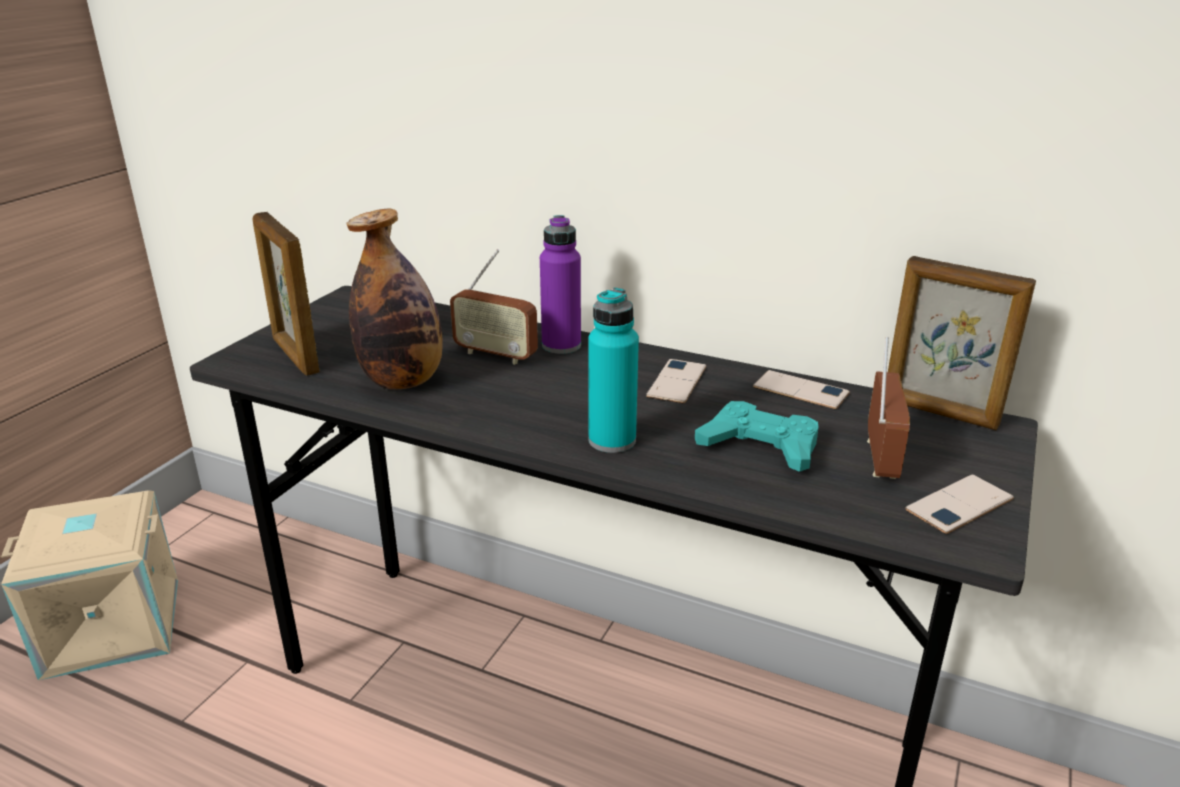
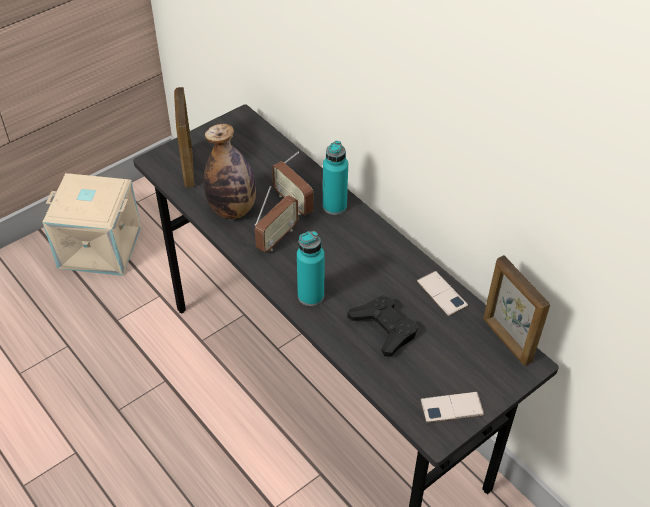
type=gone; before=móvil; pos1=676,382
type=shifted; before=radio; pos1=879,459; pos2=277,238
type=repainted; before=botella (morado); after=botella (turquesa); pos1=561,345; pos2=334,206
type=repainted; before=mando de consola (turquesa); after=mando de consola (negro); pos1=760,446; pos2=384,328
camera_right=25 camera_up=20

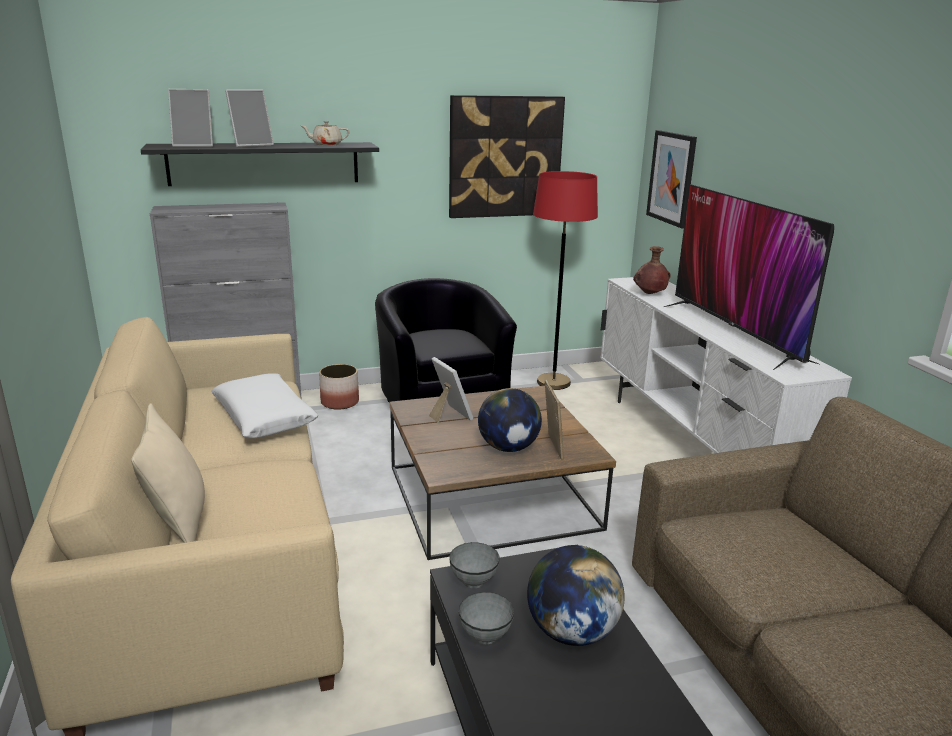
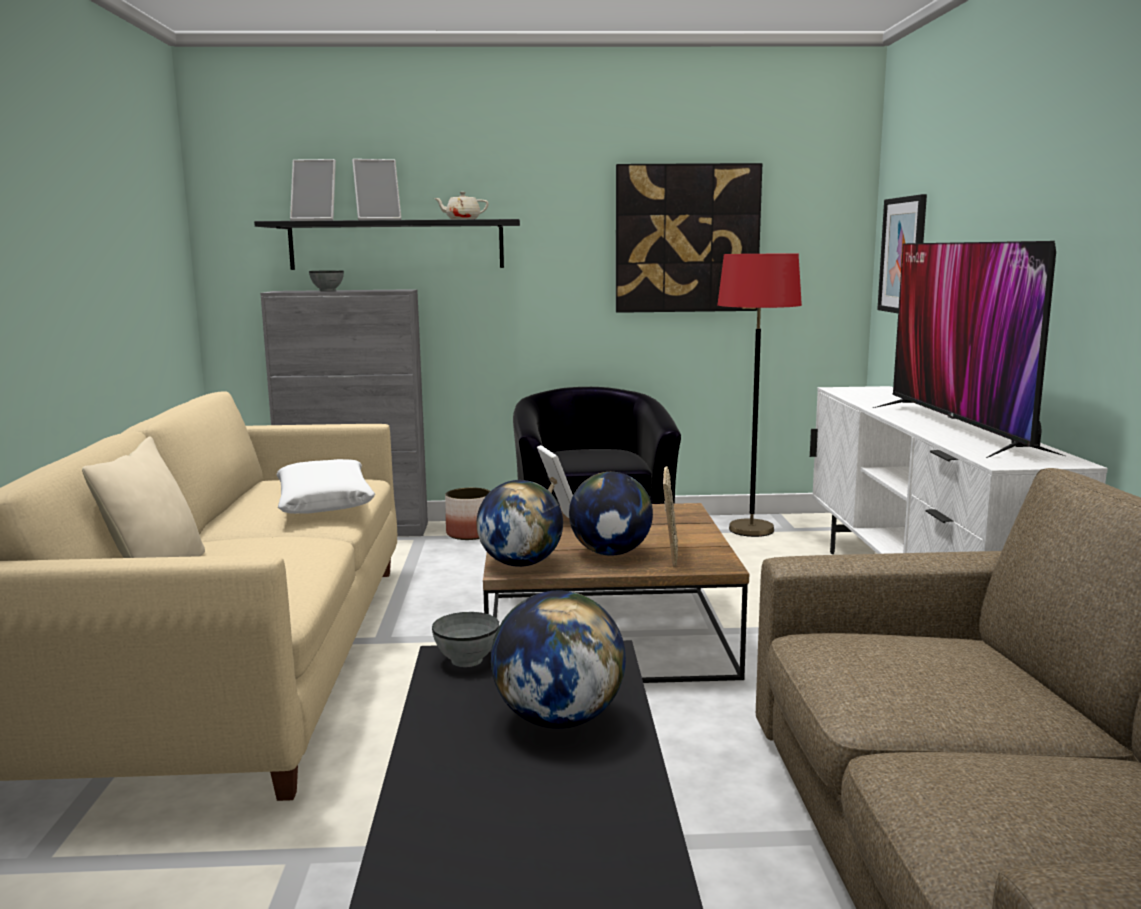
type=gone; before=florero (marrón); pos1=649,294
type=new; after=globo terráqueo; pos2=520,564
type=shifted; before=cuenco (gris); pos1=486,635; pos2=327,290
camera_right=15 camera_up=-10

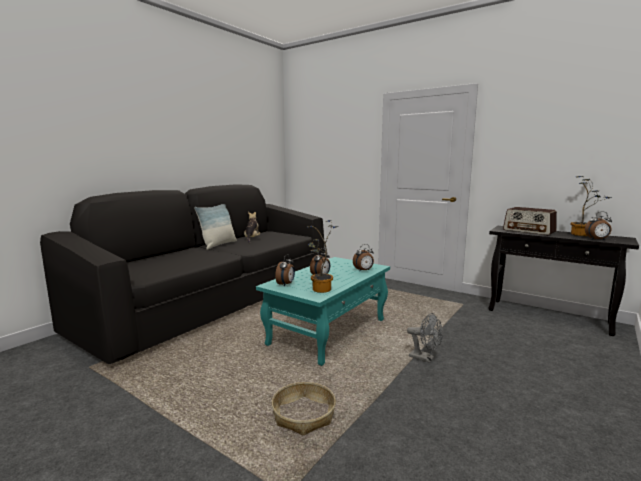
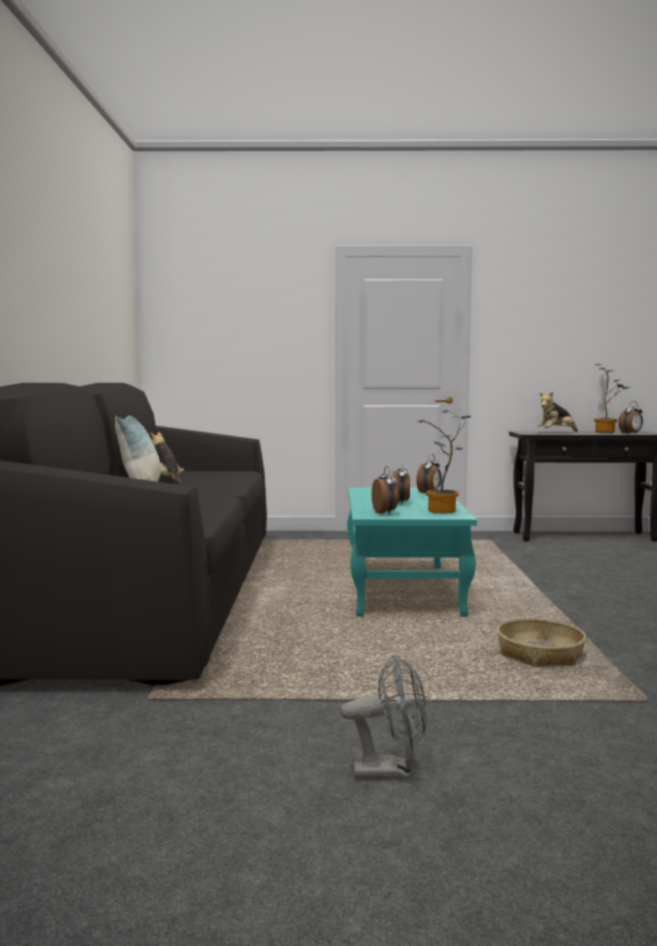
type=shifted; before=ventilador (gris); pos1=425,358; pos2=390,771
type=swapped; before=radio; after=peluche; pos1=529,231; pos2=556,432
camera_right=-35 camera_up=-5

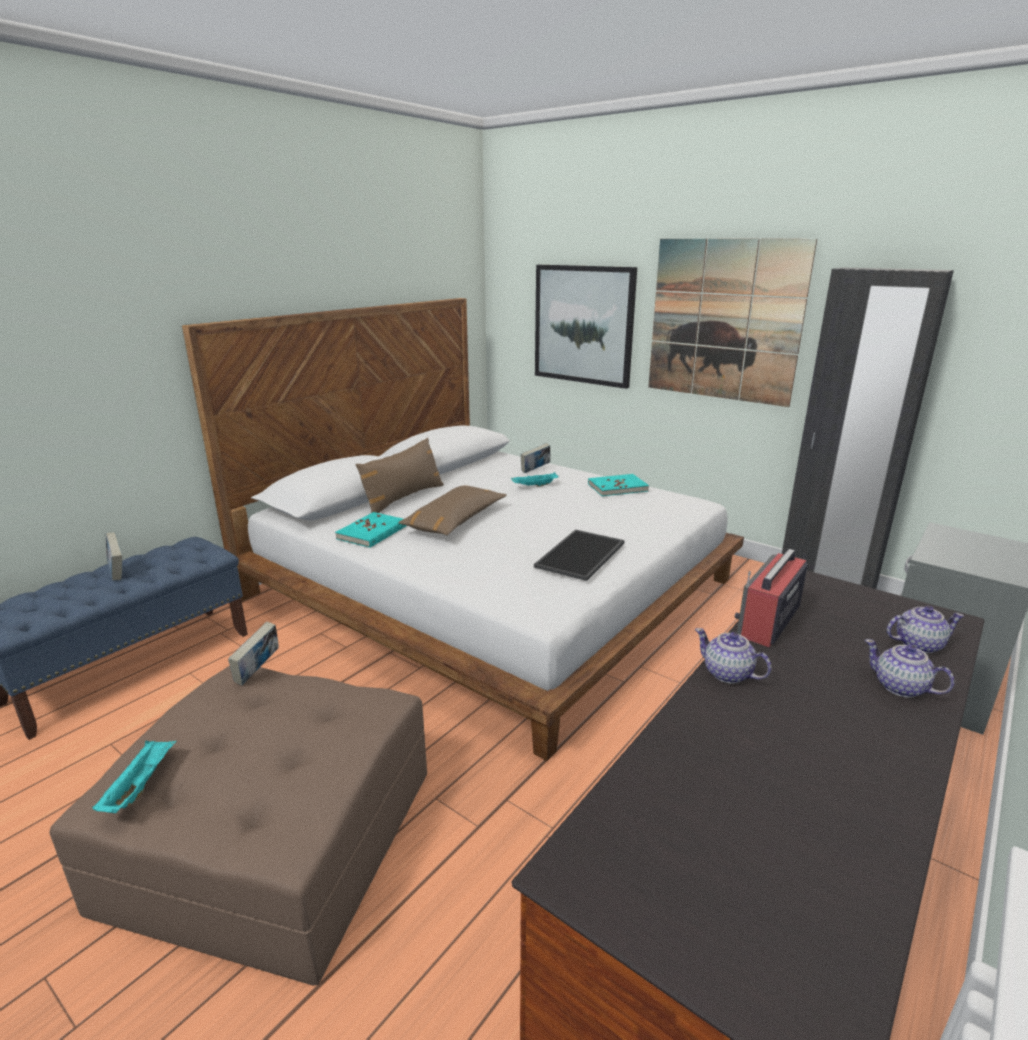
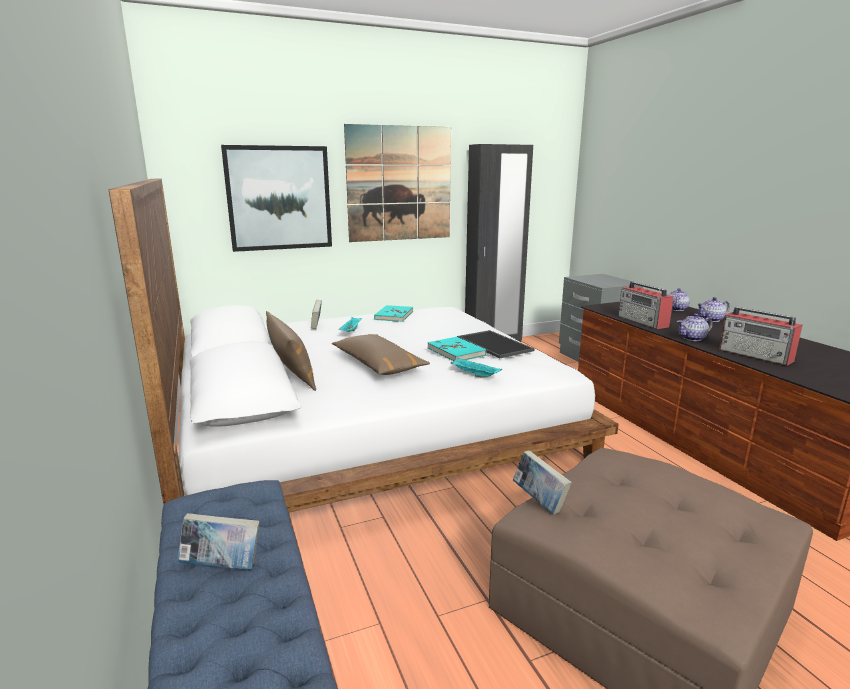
type=new; after=radio; pos2=756,355
type=shifted; before=bandeja (turquesa); pos1=140,786; pos2=474,375
type=shifted; before=libro (turquesa); pos1=372,532; pos2=456,352
camera_right=-60 camera_up=-5

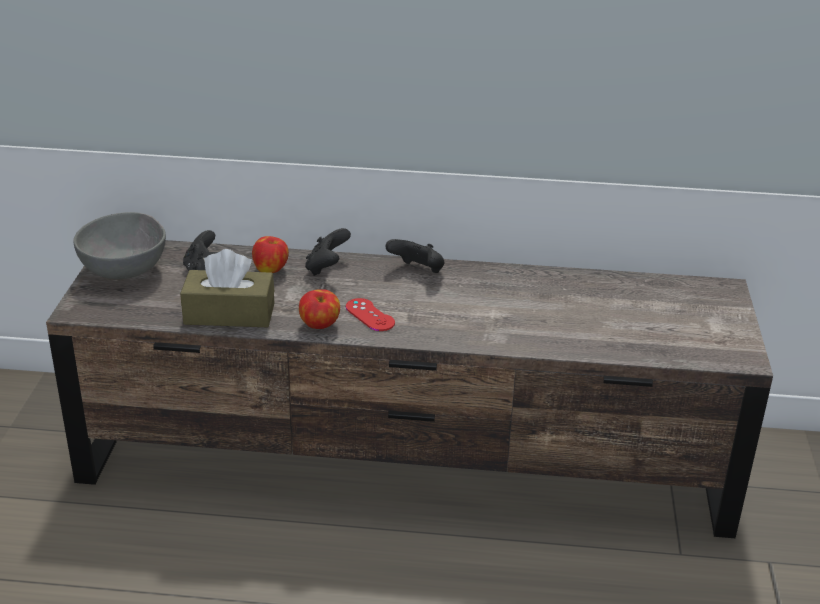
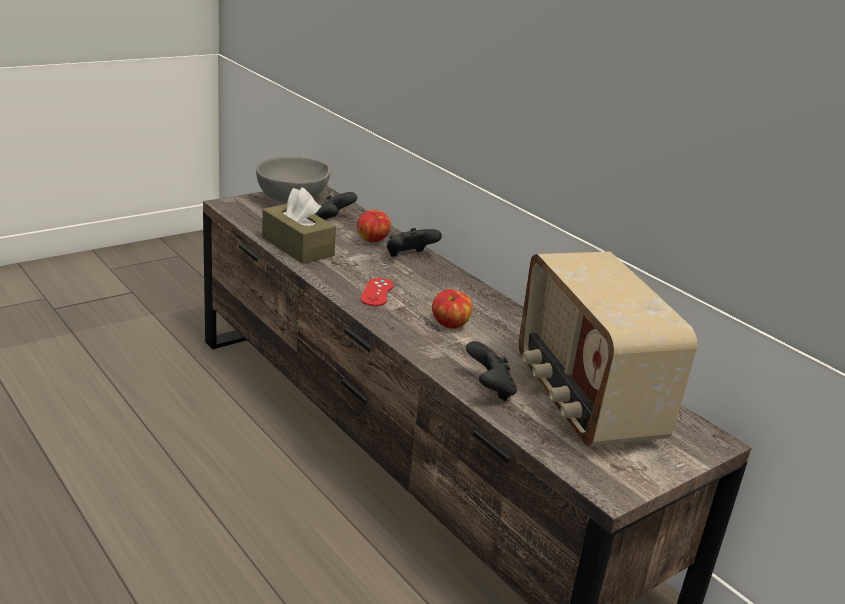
type=new; after=radio; pos2=583,401
type=shifted; before=manzana; pos1=320,325; pos2=449,325
type=shifted; before=mando de consola (negro); pos1=417,271; pos2=490,390
camera_right=45 camera_up=-5

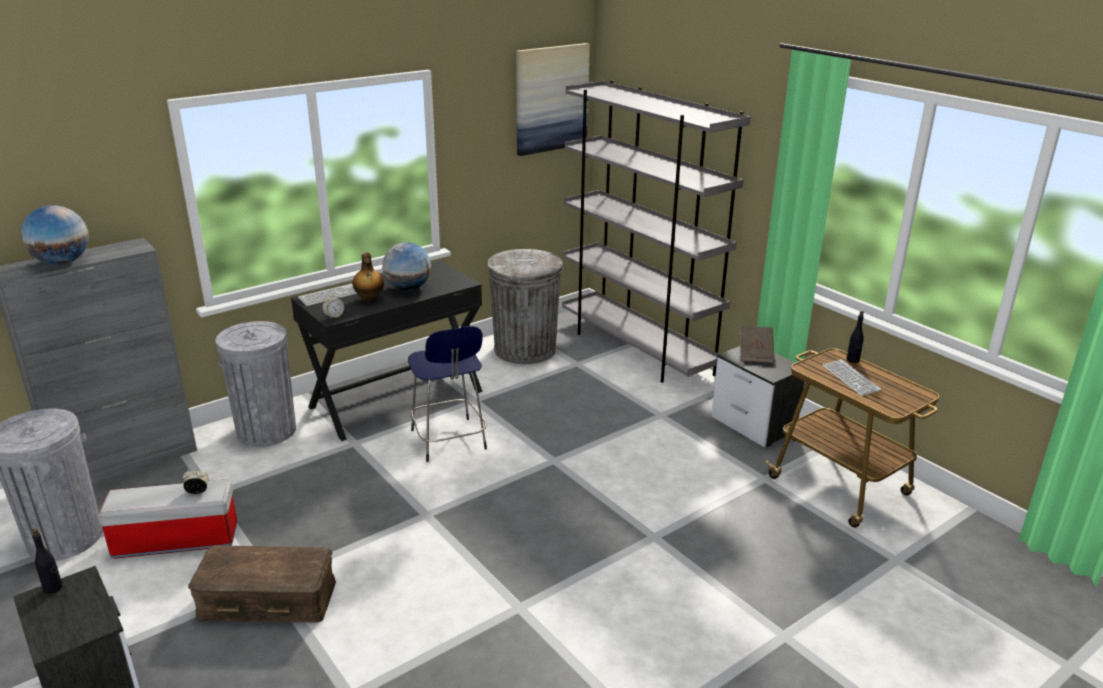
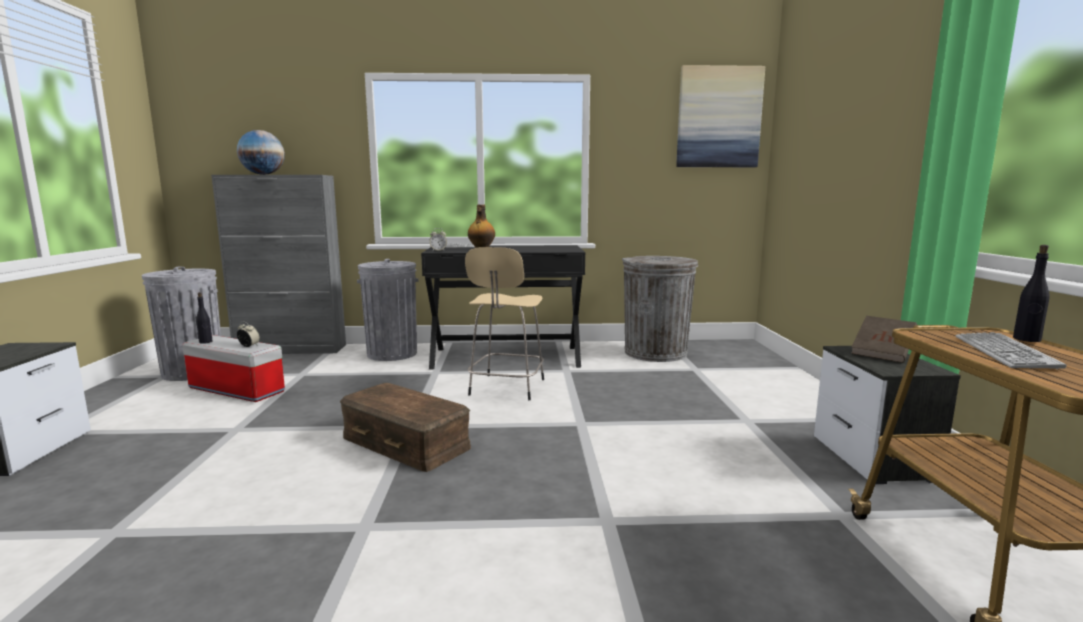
type=gone; before=globo terráqueo; pos1=408,289
type=gone; before=estantería (gris); pos1=637,350
type=shifted; before=botella (negro); pos1=53,588; pos2=205,342
type=shifted; before=caja de almacenaje (marrón); pos1=267,600; pos2=404,443
type=repainted; before=taburete (azul); after=taburete (beis); pos1=449,441; pos2=506,388
camera_right=35 camera_up=-15

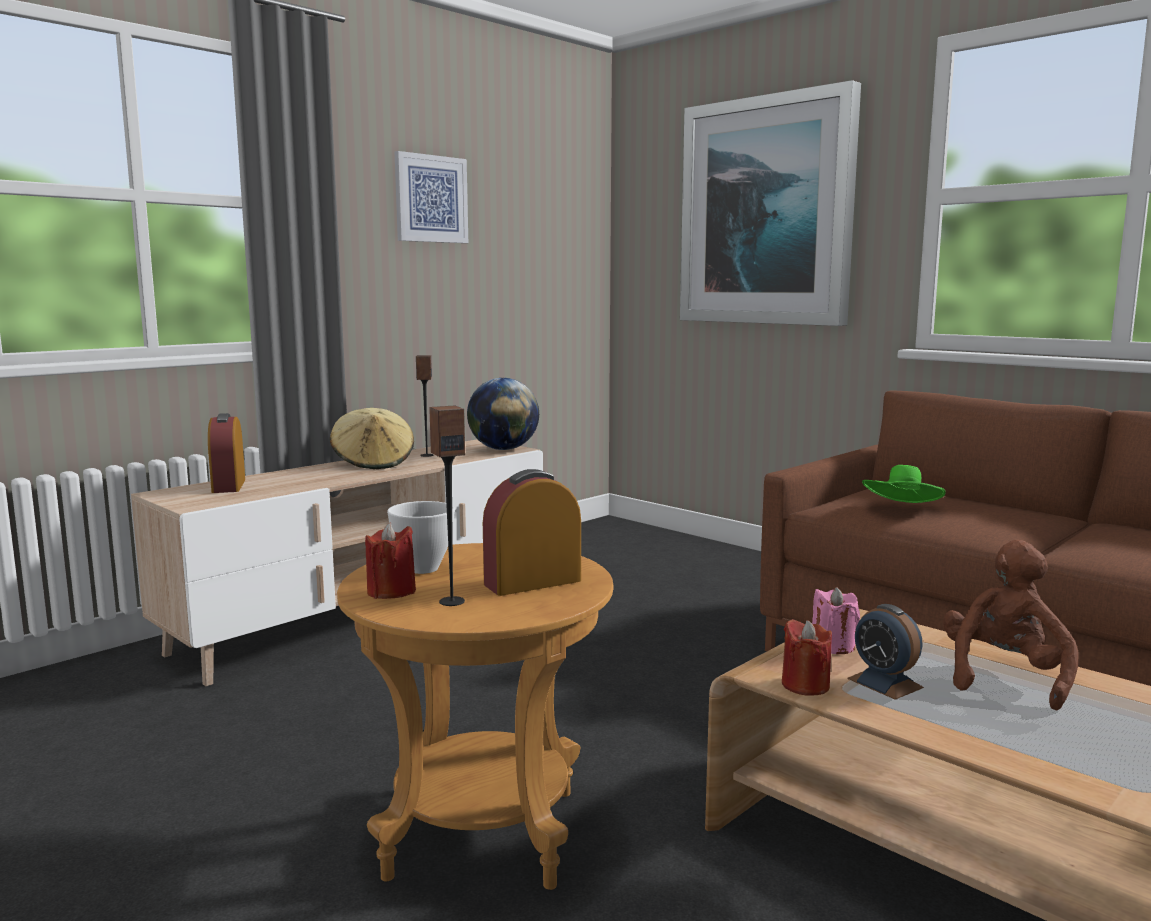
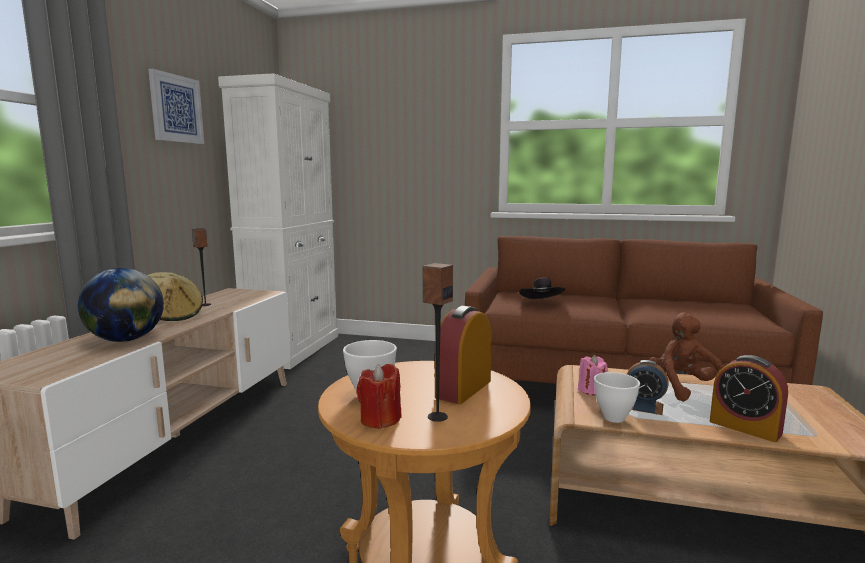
type=gone; before=cuadro; pos1=767,212
type=new; after=armario (blanco); pos2=293,349
type=shifted; before=despertador; pos1=228,486; pos2=745,427
type=shifted; before=globo terráqueo; pos1=503,449; pos2=126,340
type=swapped; before=vela (rojo); after=cuenco (blanco); pos1=805,685; pos2=613,418
type=repainted; before=sombrero (verde); after=sombrero (negro); pos1=902,509; pos2=542,303
camera_right=-30 camera_up=0

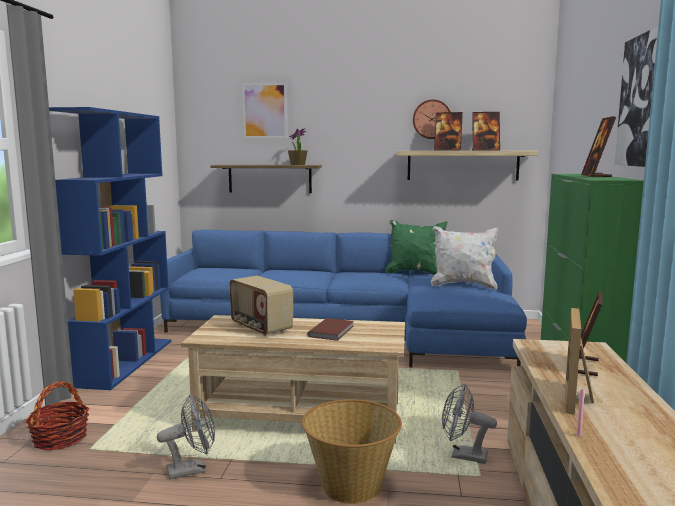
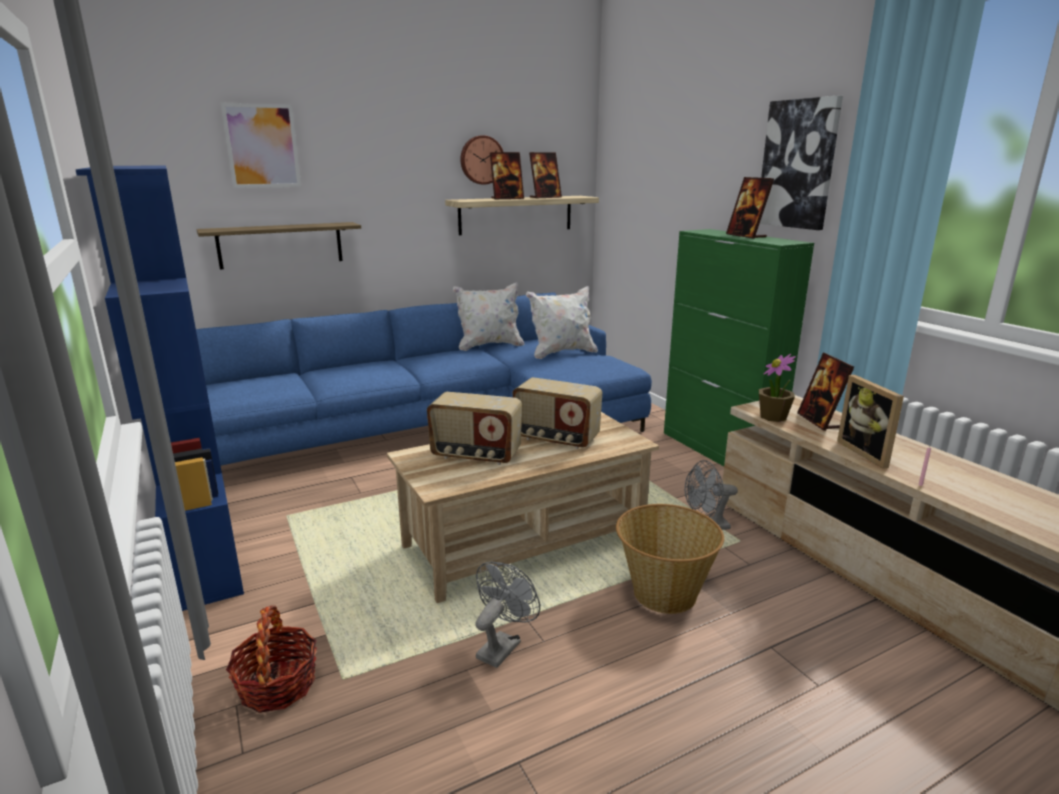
type=shifted; before=planta en maceta; pos1=297,165; pos2=773,417
type=swapped; before=libro (marrón); after=radio; pos1=332,331; pos2=556,439
type=repainted; before=cojín (verde); after=cojín (blanco); pos1=415,273; pos2=489,346
camera_right=-35 camera_up=10

